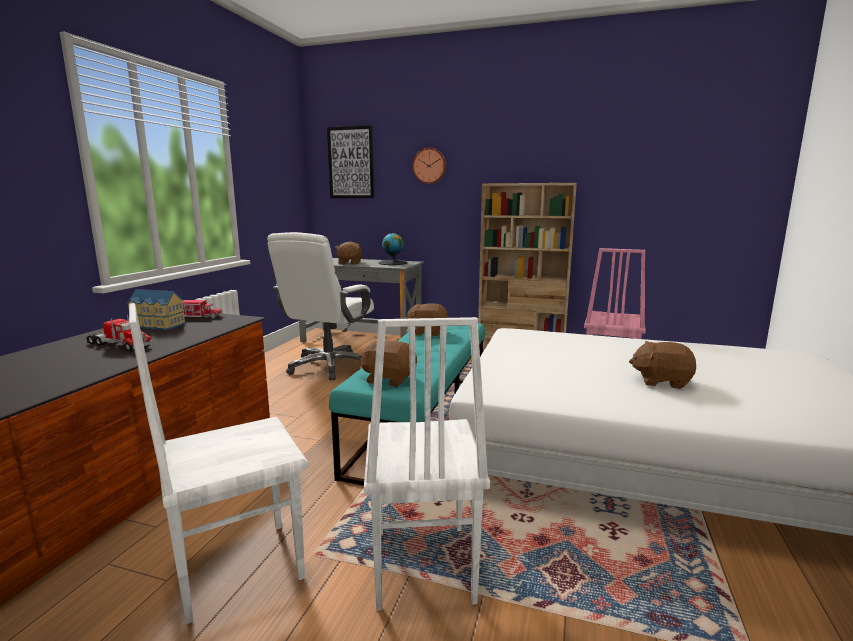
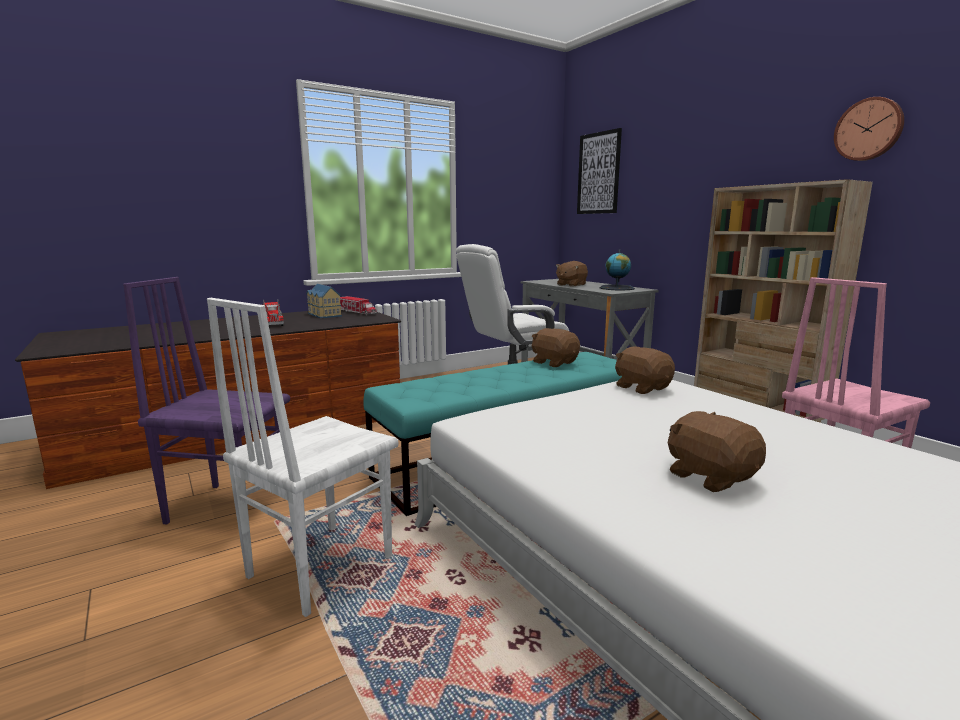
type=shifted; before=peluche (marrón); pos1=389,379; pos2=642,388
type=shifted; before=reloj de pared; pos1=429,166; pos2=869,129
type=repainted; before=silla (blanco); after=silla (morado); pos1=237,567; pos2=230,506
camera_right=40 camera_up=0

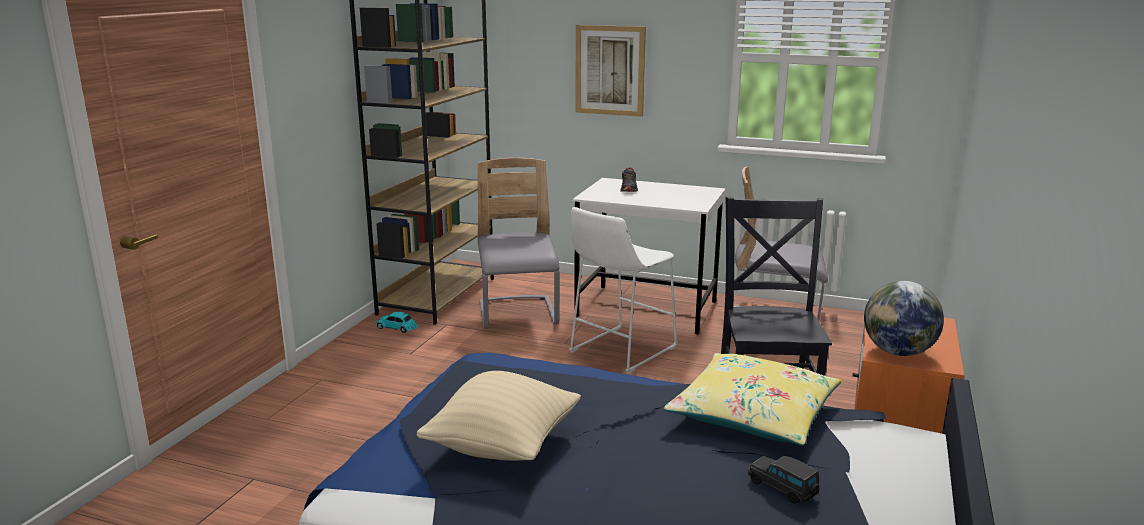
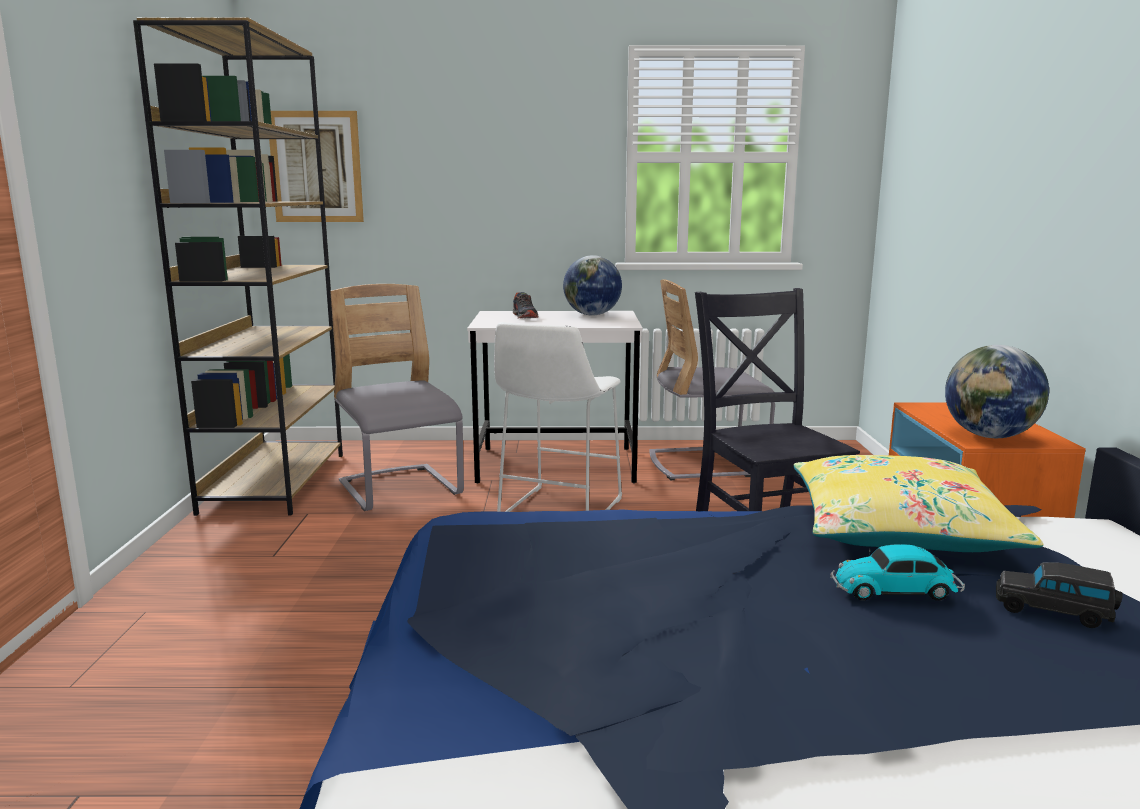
type=gone; before=cojín (beis); pos1=502,446
type=new; after=globo terráqueo; pos2=592,315
type=shifted; before=coche de juguete; pos1=397,328; pos2=897,590
type=shifted; before=cuadro; pos1=610,70; pos2=316,167
camera_right=-20 camera_up=-5

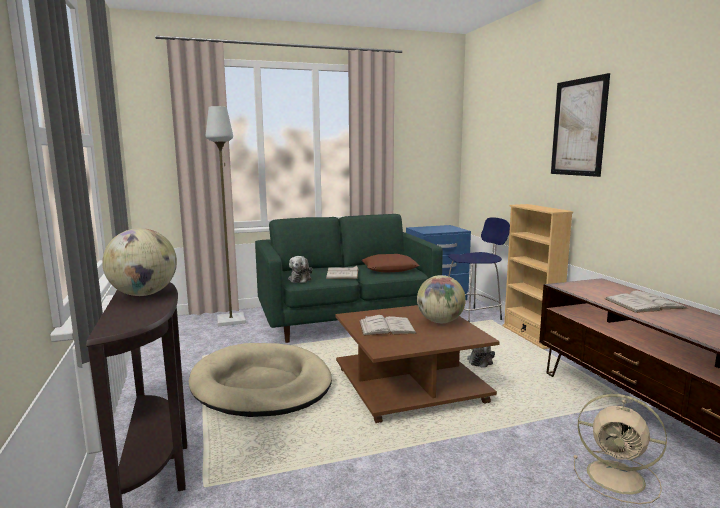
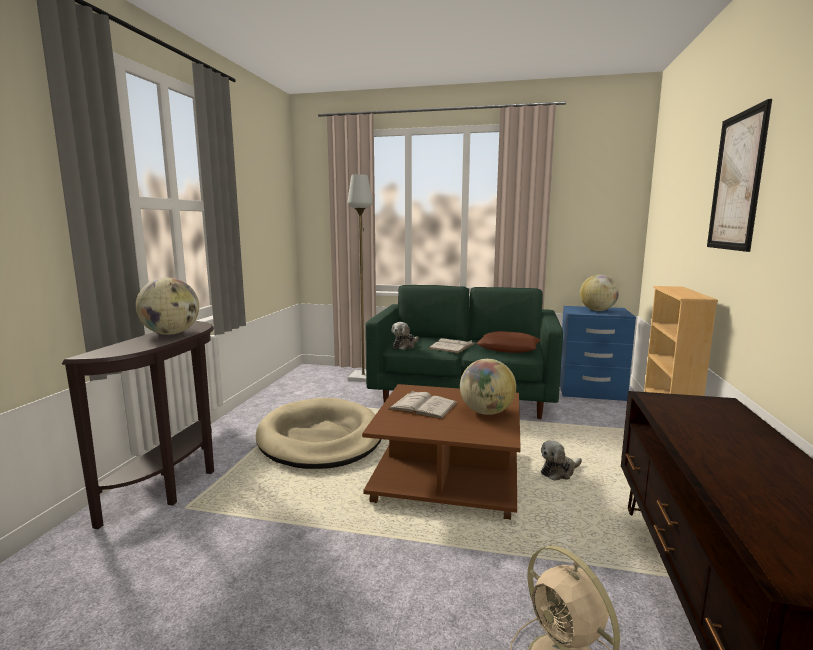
type=gone; before=taburete (azul); pos1=473,316
type=gone; before=libro (blanco); pos1=644,303
type=new; after=globo terráqueo; pos2=597,310
camera_right=30 camera_up=0

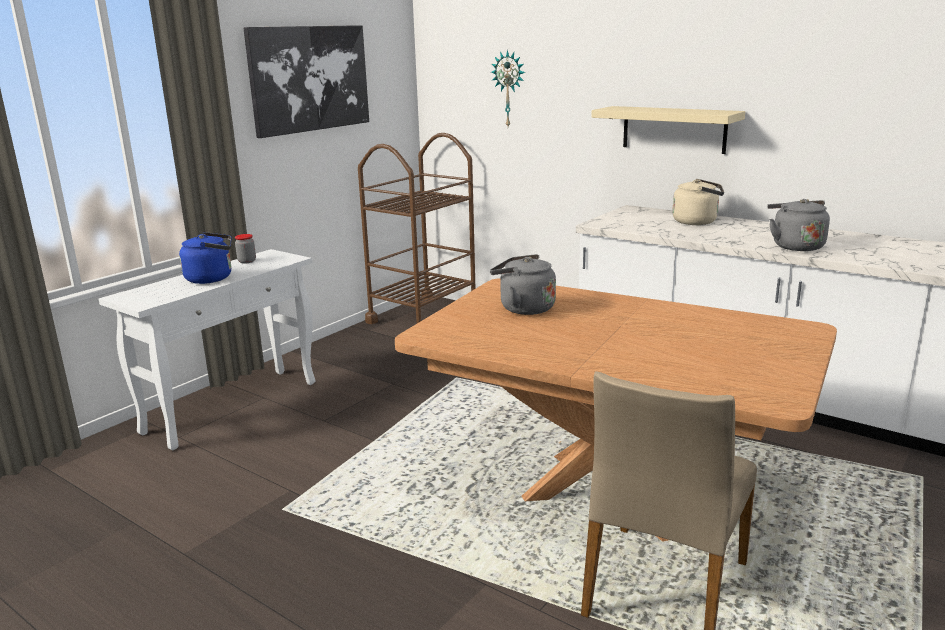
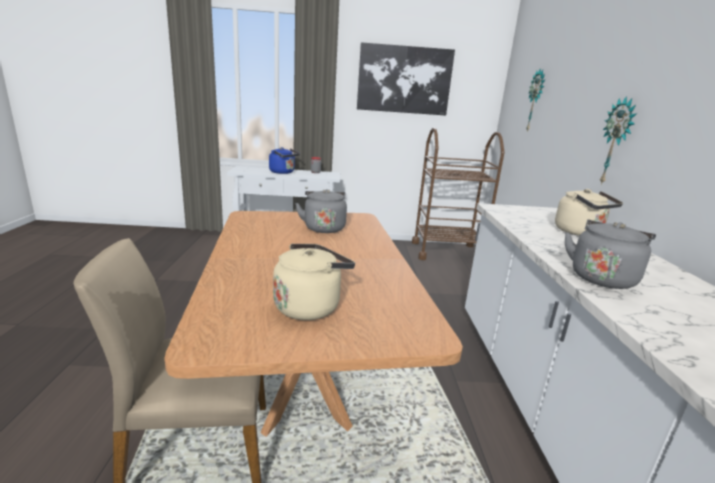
type=new; after=hervidor (beis); pos2=310,306
type=swapped; before=estante (beis); after=reloj de pared; pos1=674,129; pos2=616,142
camera_right=50 camera_up=0

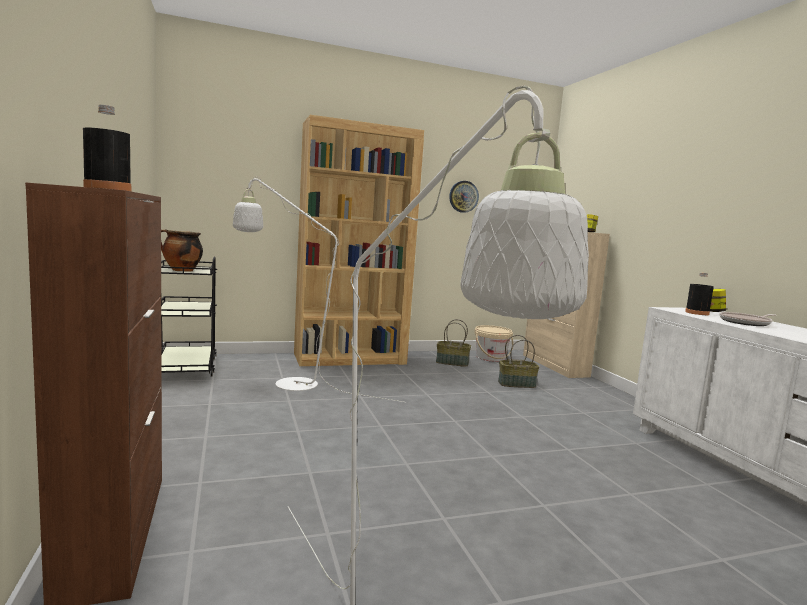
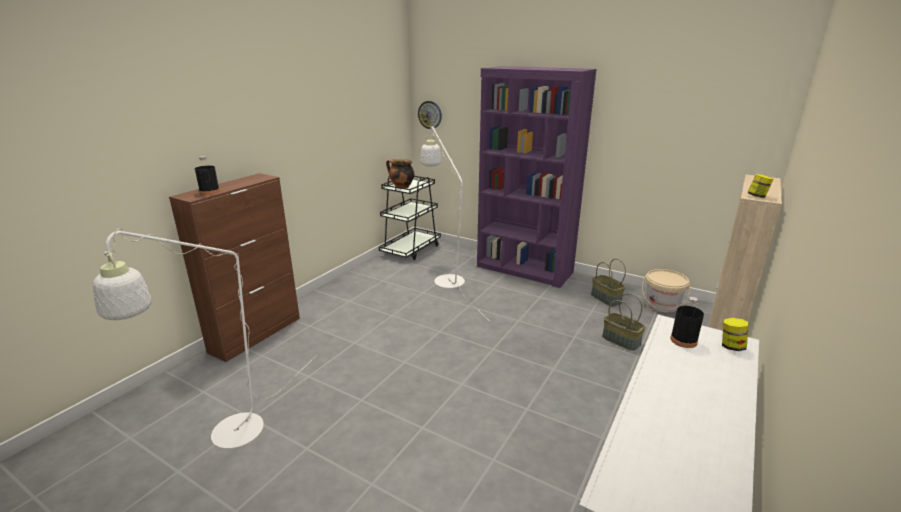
type=gone; before=sartén; pos1=746,323
type=shifted; before=reloj de pared; pos1=463,196; pos2=430,114
type=repainted; before=estantería (marrón); after=estantería (morado); pos1=350,359; pos2=524,269
camera_right=50 camera_up=15

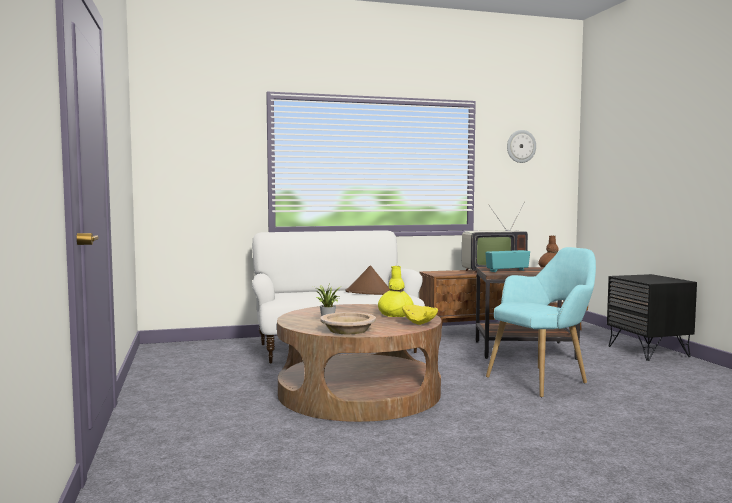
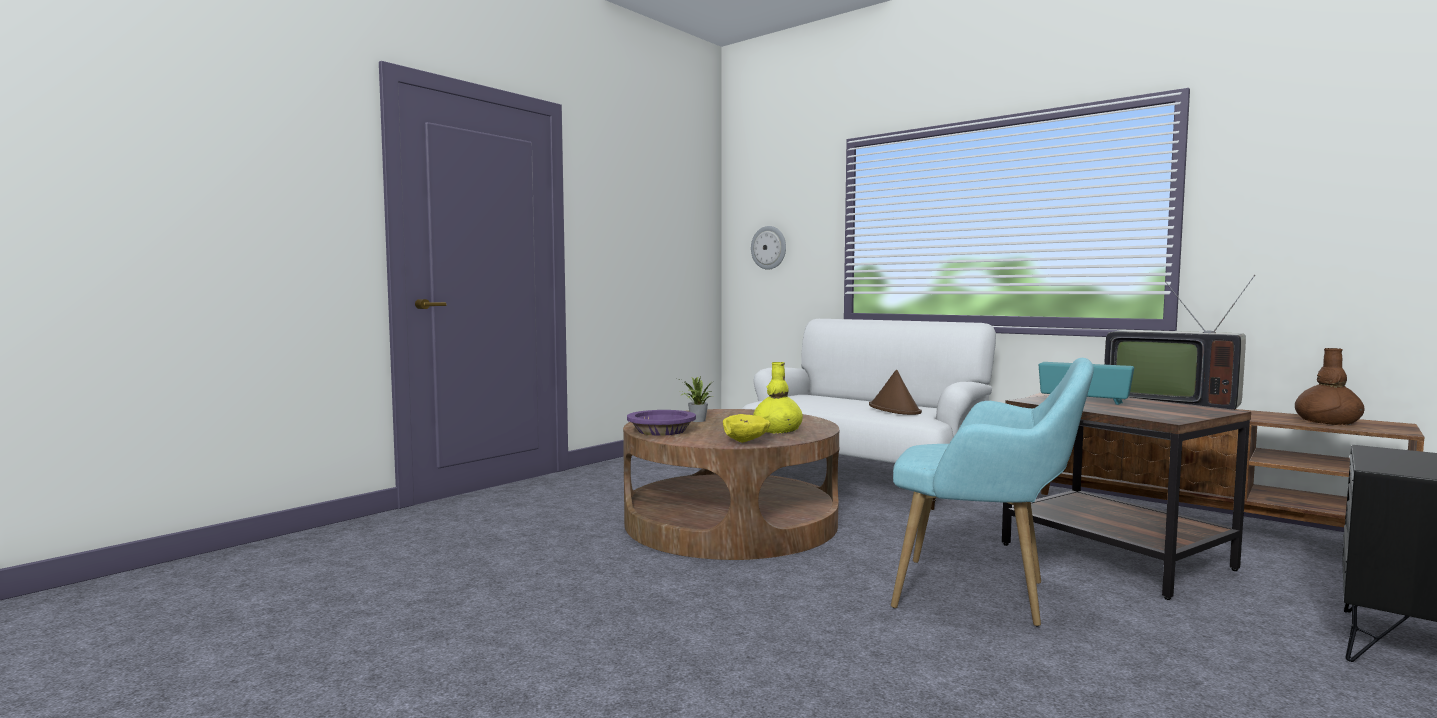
type=shifted; before=reloj de pared; pos1=521,146; pos2=769,247
type=repainted; before=cuenco (beis); after=cuenco (morado); pos1=348,330; pos2=661,431
camera_right=55 camera_up=0

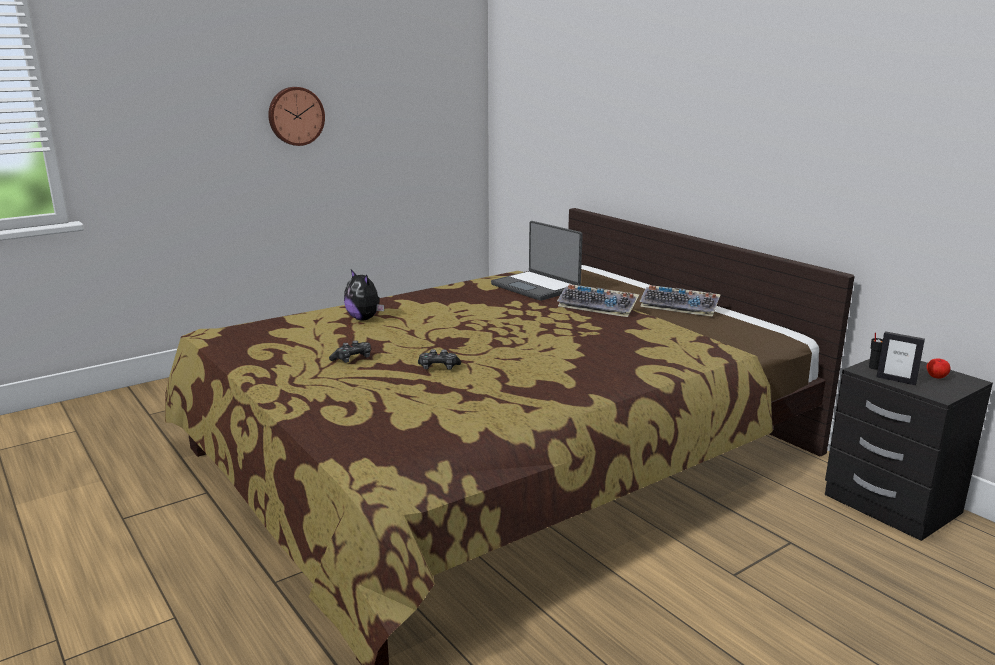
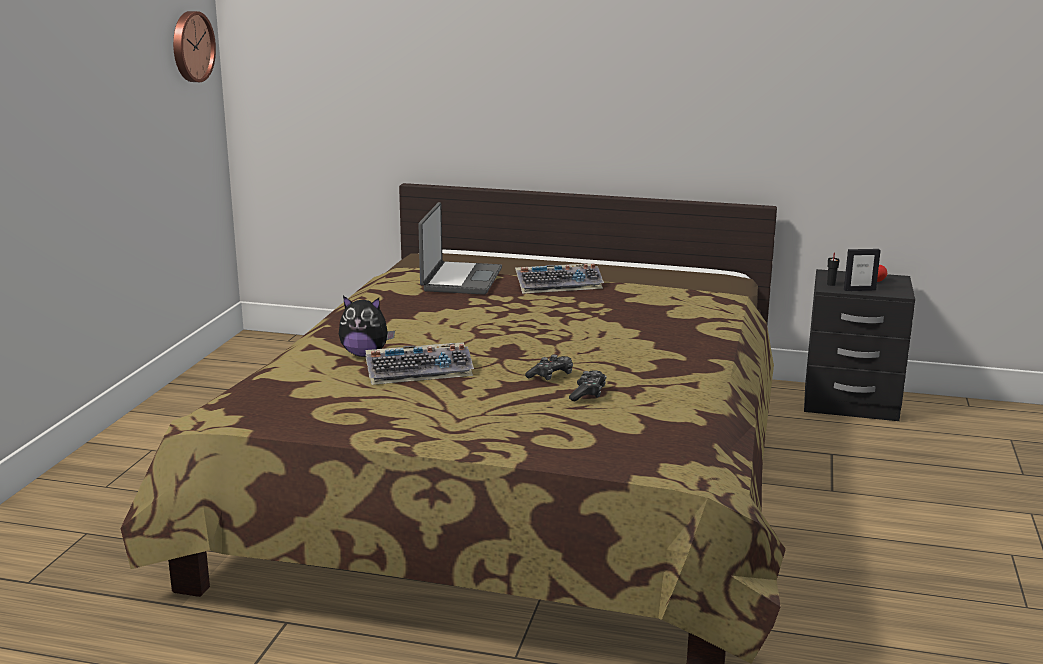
type=shifted; before=reloj de pared; pos1=295,116; pos2=191,46
type=shifted; before=mando de consola; pos1=352,359; pos2=588,393
type=shifted; before=teclado; pos1=680,307; pos2=420,371
type=rotated; before=portátil; pos1=536,287; pos2=460,280; turn=-90
camera_right=-40 camera_up=0

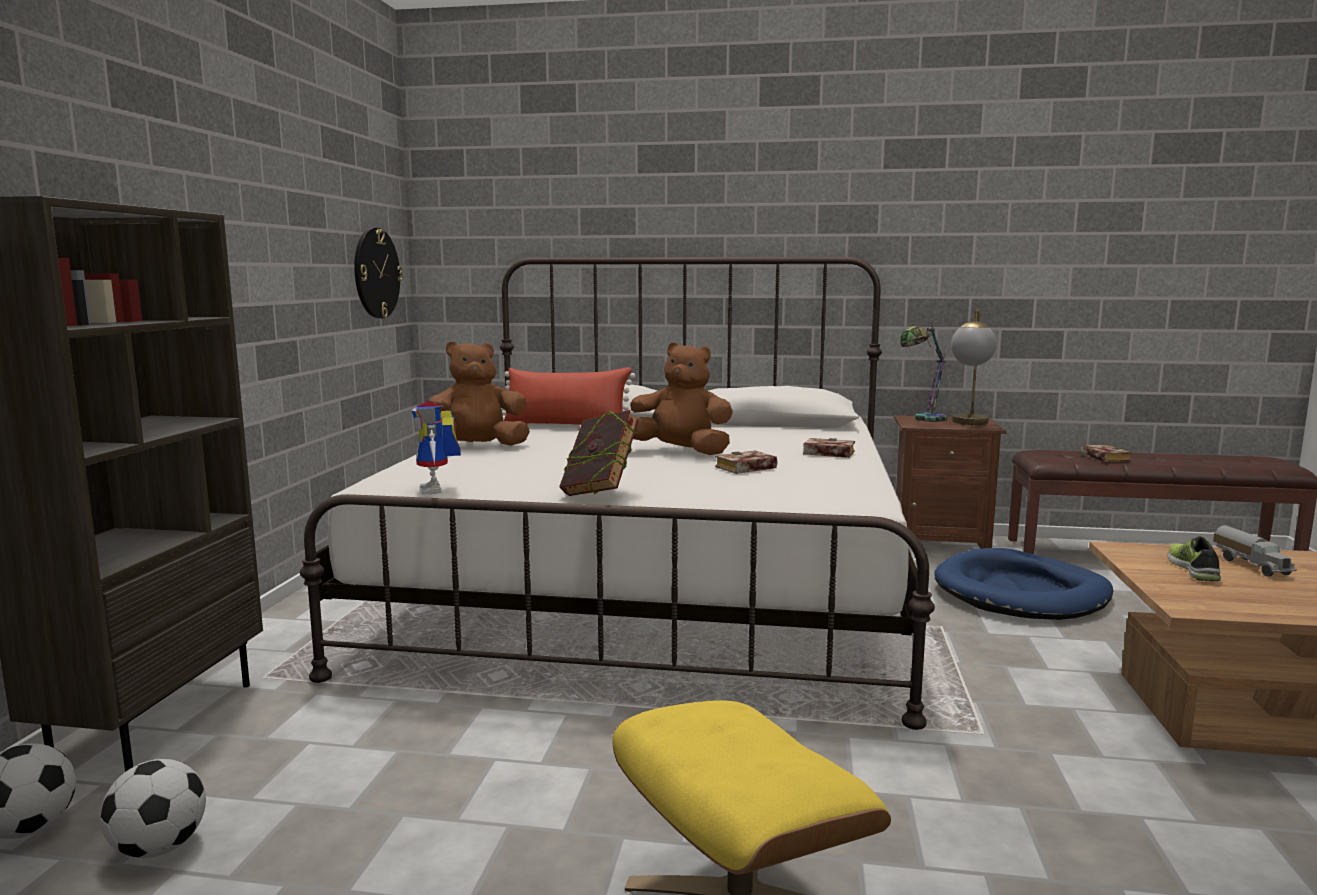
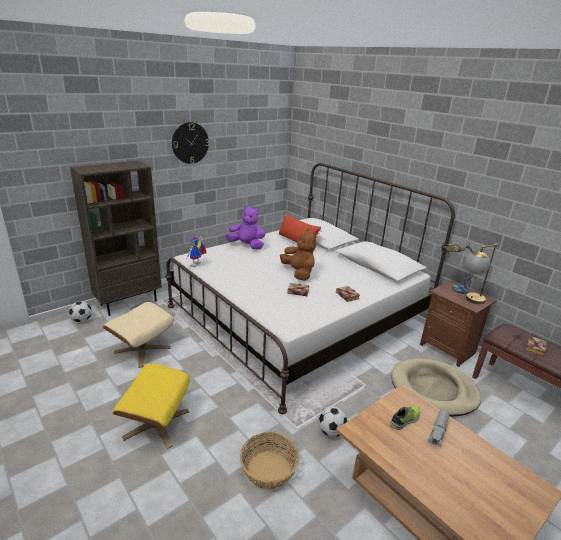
type=gone; before=libro; pos1=600,493
type=new; after=puf (beis); pos2=142,350
type=new; after=cesta; pos2=269,470
type=shifted; before=balón de fútbol; pos1=159,848; pos2=331,431
type=shifted; before=reloj de pared; pos1=376,273; pos2=190,143
type=repainted; before=peluche (marrón); after=peluche (morado); pos1=477,447; pos2=246,245
type=repainted; before=cama para perro (azul); after=cama para perro (beis); pos1=1021,593; pos2=433,390
camera_right=40 camera_up=15

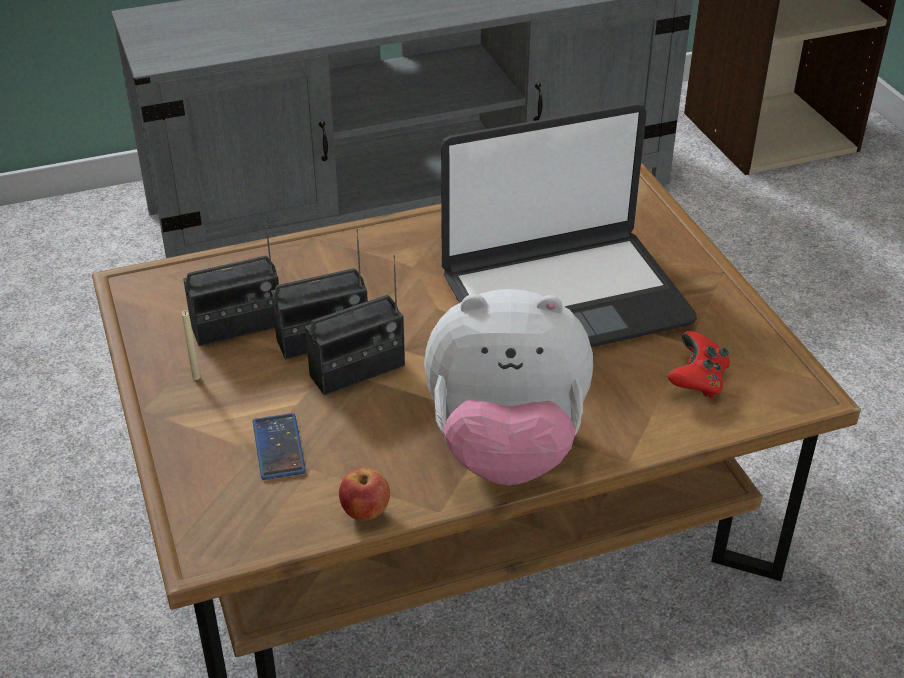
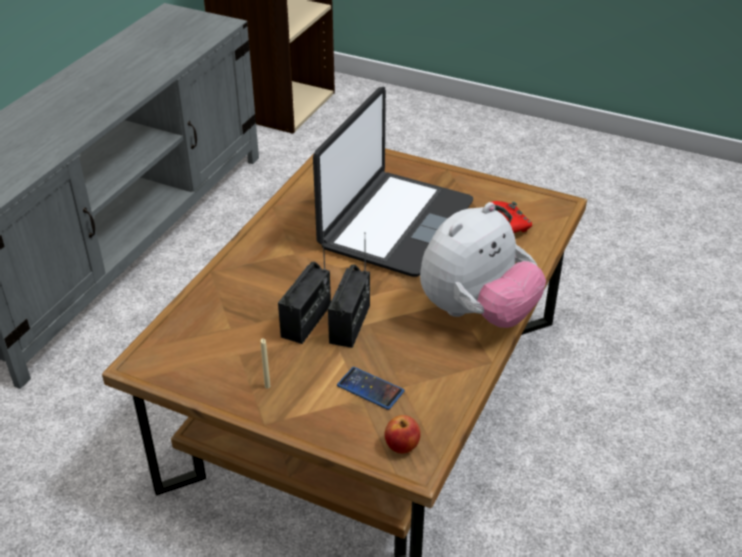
type=gone; before=radio; pos1=237,327
type=shifted; before=manzana; pos1=365,512; pos2=402,446
camera_right=-45 camera_up=0

